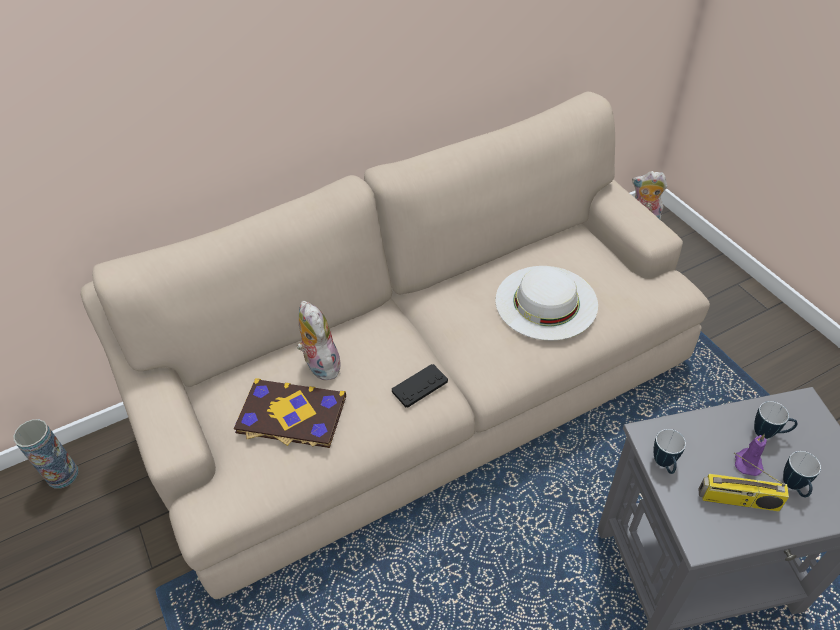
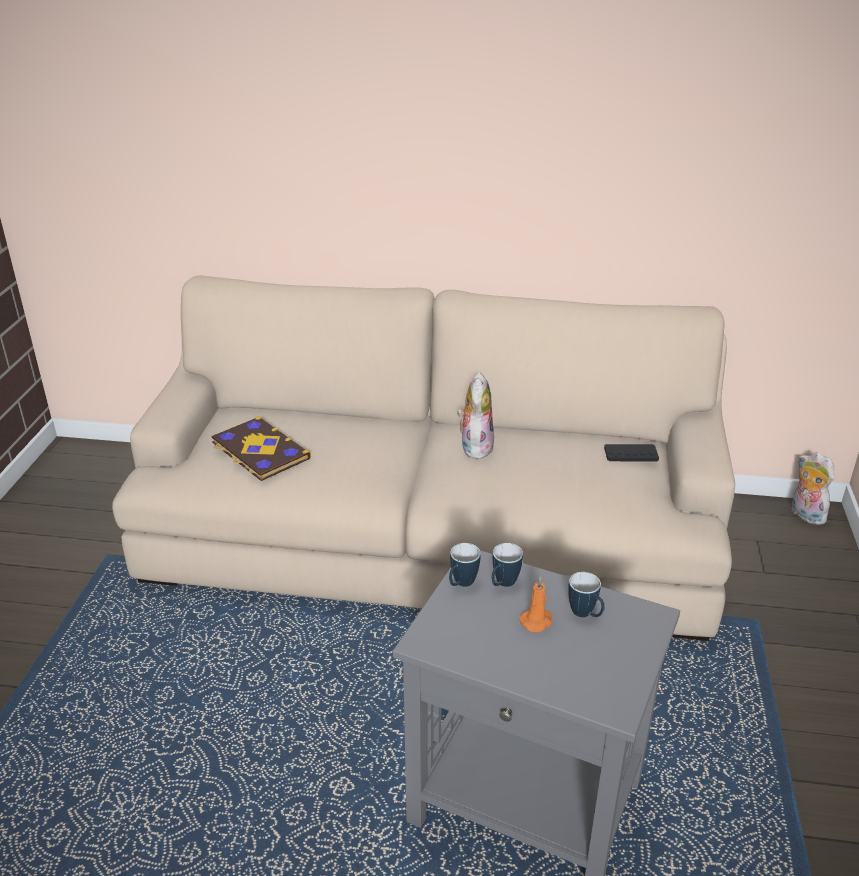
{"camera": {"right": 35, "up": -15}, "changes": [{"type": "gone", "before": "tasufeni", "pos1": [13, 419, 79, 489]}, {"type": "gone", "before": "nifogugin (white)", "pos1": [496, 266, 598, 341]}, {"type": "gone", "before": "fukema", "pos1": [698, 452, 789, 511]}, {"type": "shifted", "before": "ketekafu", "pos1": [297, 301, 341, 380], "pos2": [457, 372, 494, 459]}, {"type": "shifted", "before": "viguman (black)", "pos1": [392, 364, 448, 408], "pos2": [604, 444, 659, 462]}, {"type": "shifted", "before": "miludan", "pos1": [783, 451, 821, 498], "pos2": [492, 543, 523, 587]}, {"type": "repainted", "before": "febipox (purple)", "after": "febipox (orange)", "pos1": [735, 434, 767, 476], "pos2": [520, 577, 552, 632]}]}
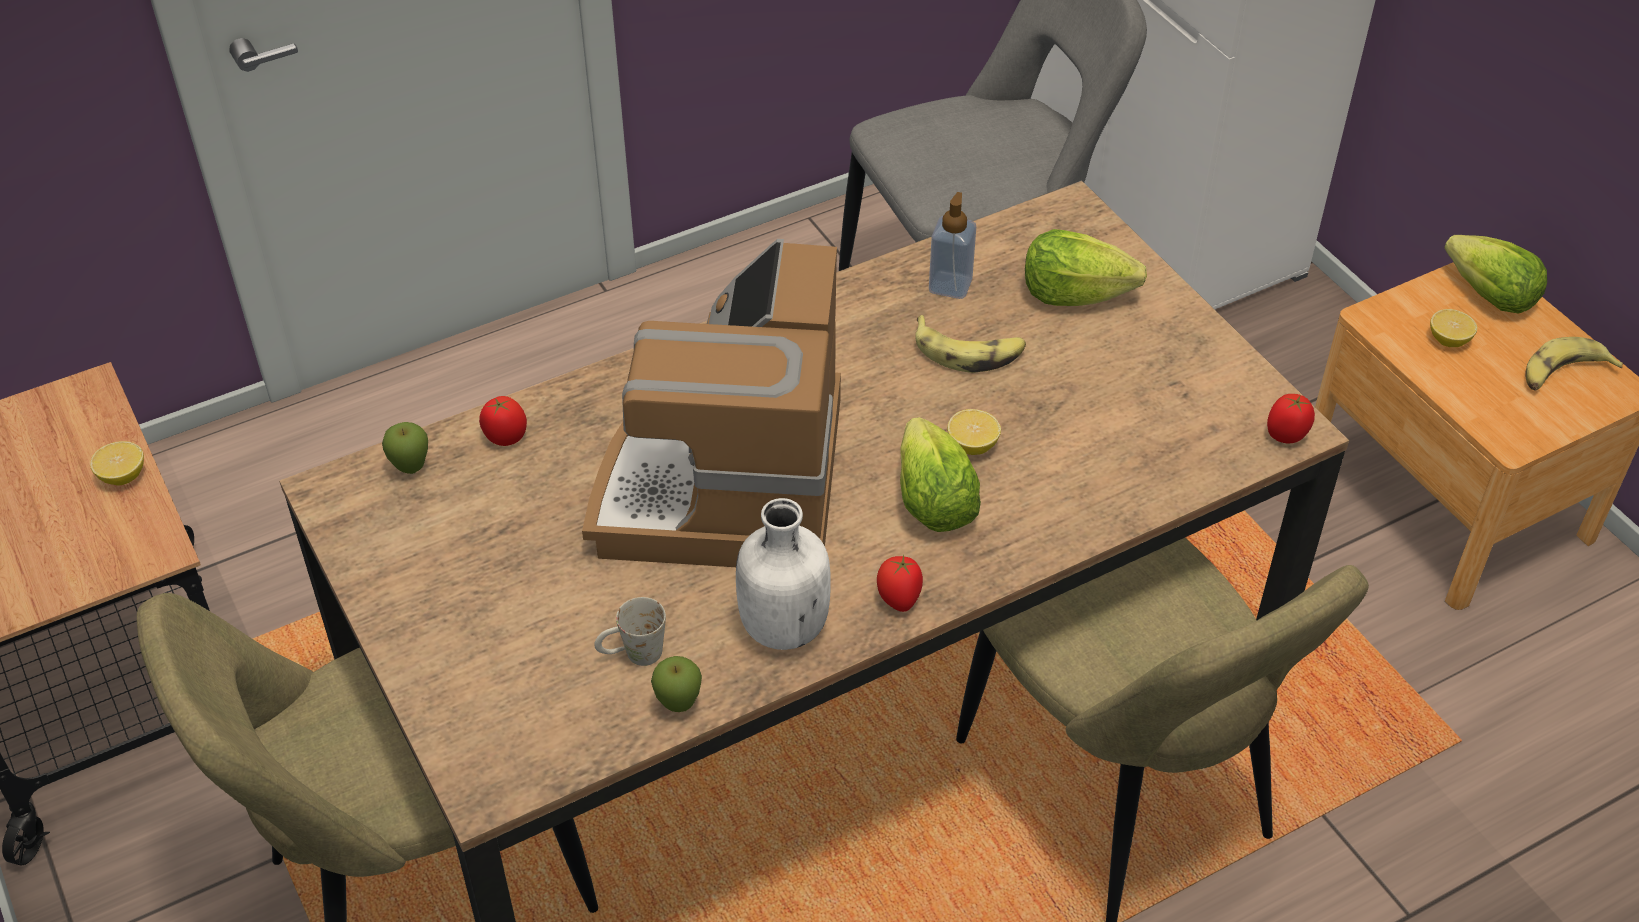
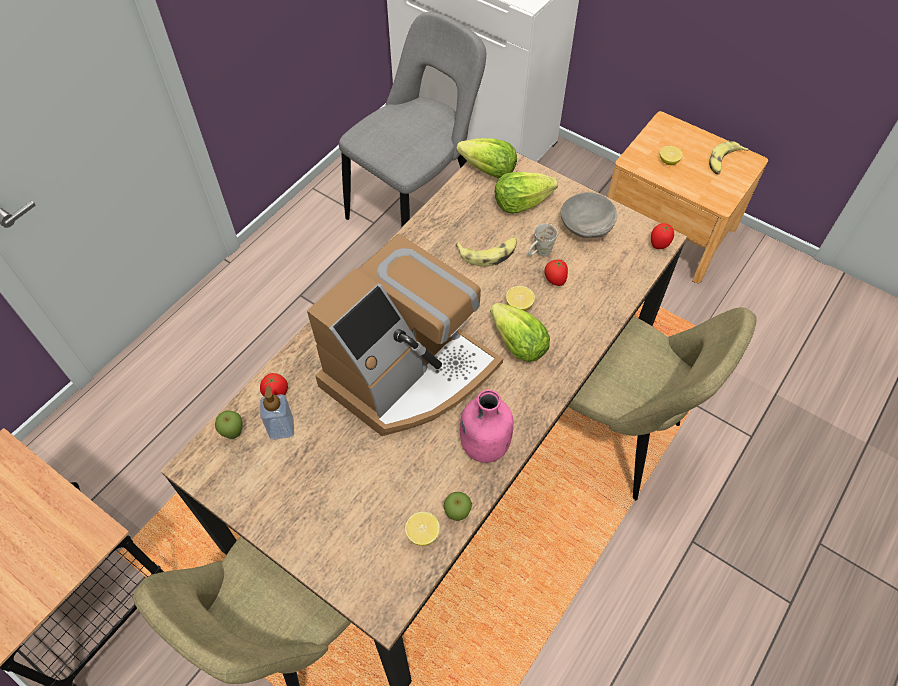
{"camera": {"right": -25, "up": 10}, "changes": [{"type": "new", "after": "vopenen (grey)", "pos2": [560, 192, 617, 238]}, {"type": "shifted", "before": "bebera", "pos1": [90, 441, 144, 486], "pos2": [405, 512, 440, 546]}, {"type": "shifted", "before": "miludan (white)", "pos1": [594, 597, 666, 666], "pos2": [528, 223, 558, 256]}, {"type": "shifted", "before": "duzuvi", "pos1": [877, 555, 923, 612], "pos2": [545, 259, 568, 286]}, {"type": "shifted", "before": "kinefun", "pos1": [929, 192, 976, 299], "pos2": [260, 385, 294, 440]}, {"type": "shifted", "before": "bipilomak", "pos1": [1444, 235, 1547, 314], "pos2": [456, 138, 517, 178]}, {"type": "repainted", "before": "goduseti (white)", "after": "goduseti (pink)", "pos1": [736, 498, 831, 650], "pos2": [460, 389, 514, 463]}, {"type": "rotated", "before": "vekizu", "pos1": [582, 239, 841, 567], "pos2": [307, 234, 503, 436], "turn": -120}]}
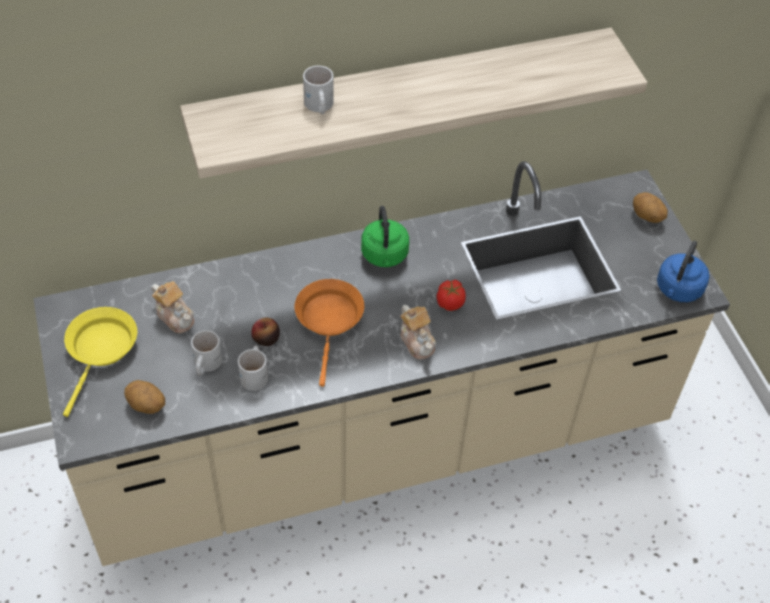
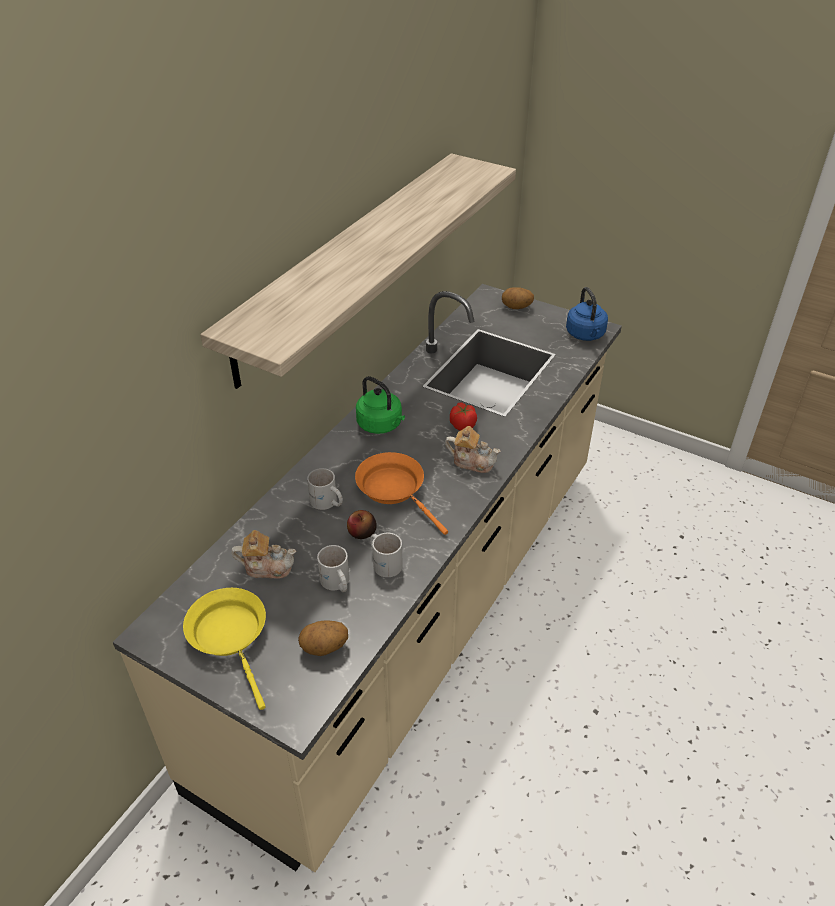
{"camera": {"right": -40, "up": -10}, "changes": [{"type": "shifted", "before": "miludan (white)", "pos1": [303, 65, 334, 114], "pos2": [307, 468, 343, 510]}]}
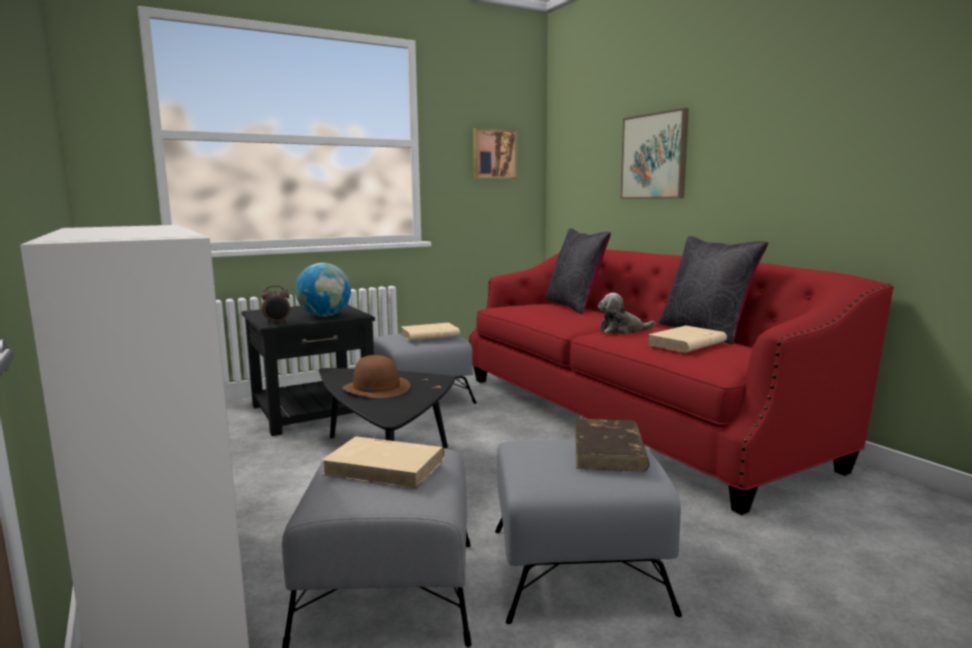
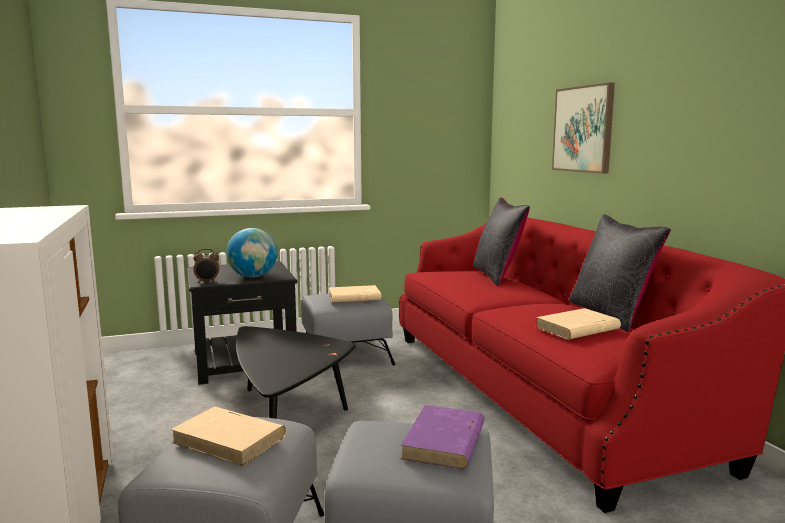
{"camera": {"right": 10, "up": 0}, "changes": [{"type": "gone", "before": "nifogugin (brown)", "pos1": [342, 355, 410, 398]}, {"type": "gone", "before": "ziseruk", "pos1": [473, 128, 517, 179]}, {"type": "gone", "before": "ketekafu", "pos1": [598, 293, 656, 334]}, {"type": "repainted", "before": "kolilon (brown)", "after": "kolilon (purple)", "pos1": [575, 419, 650, 472], "pos2": [400, 405, 485, 469]}]}
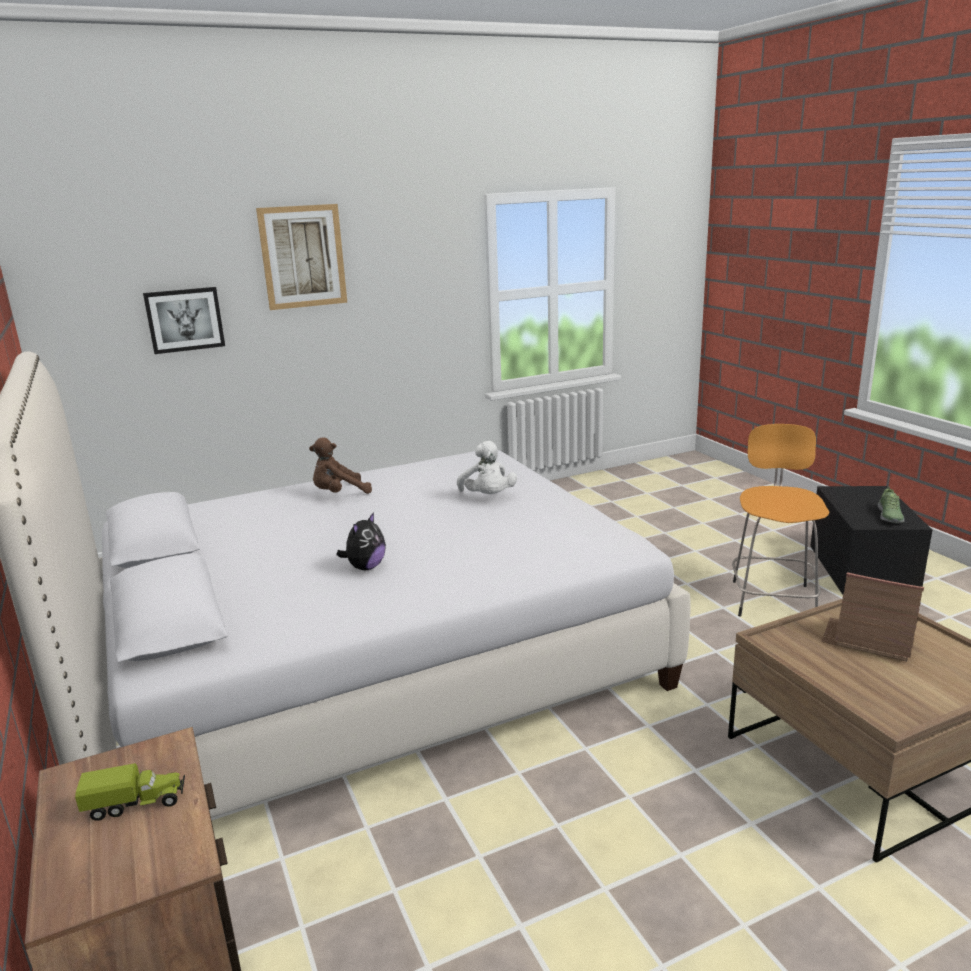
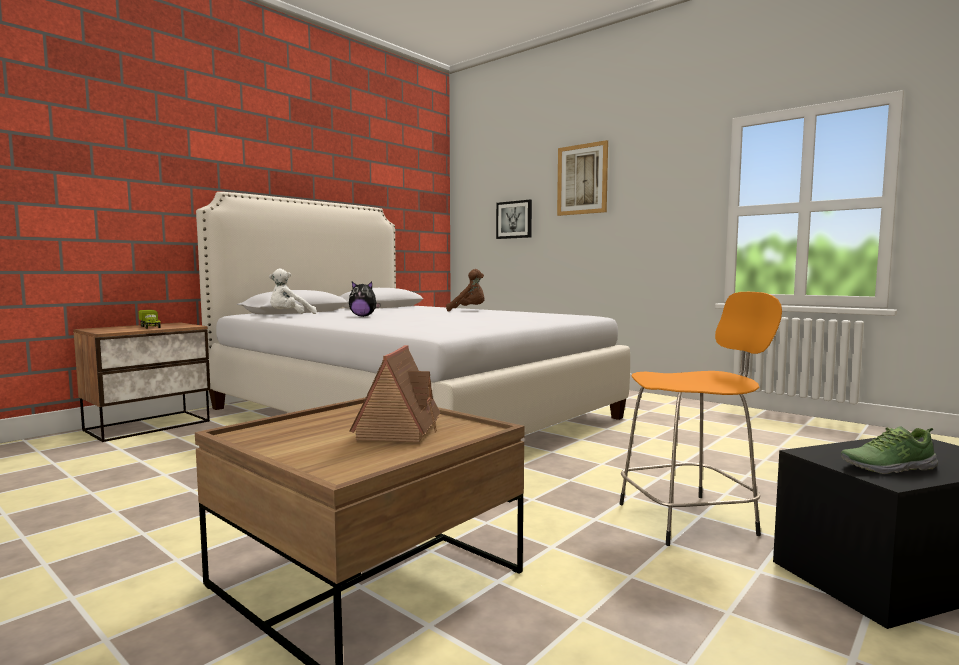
{"camera": {"right": 65, "up": -15}, "changes": [{"type": "shifted", "before": "ketekafu (white)", "pos1": [457, 441, 517, 494], "pos2": [269, 268, 317, 314]}, {"type": "rotated", "before": "ketekafu (brown)", "pos1": [309, 437, 372, 494], "pos2": [446, 269, 485, 311], "turn": 150}]}
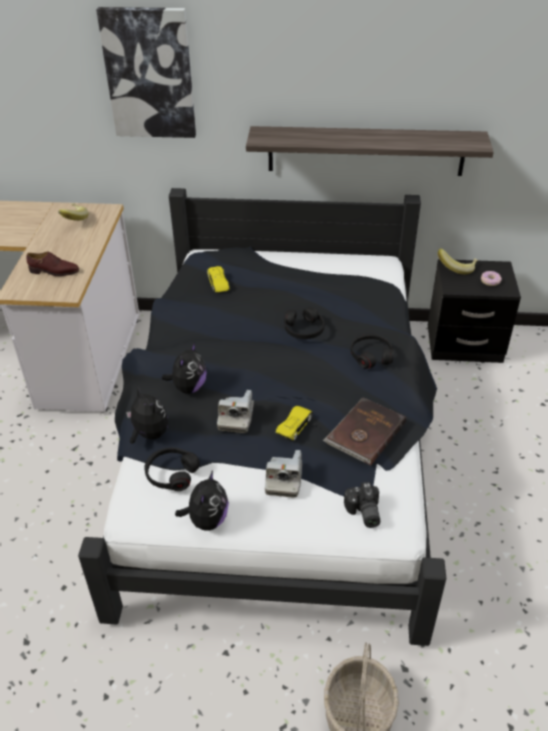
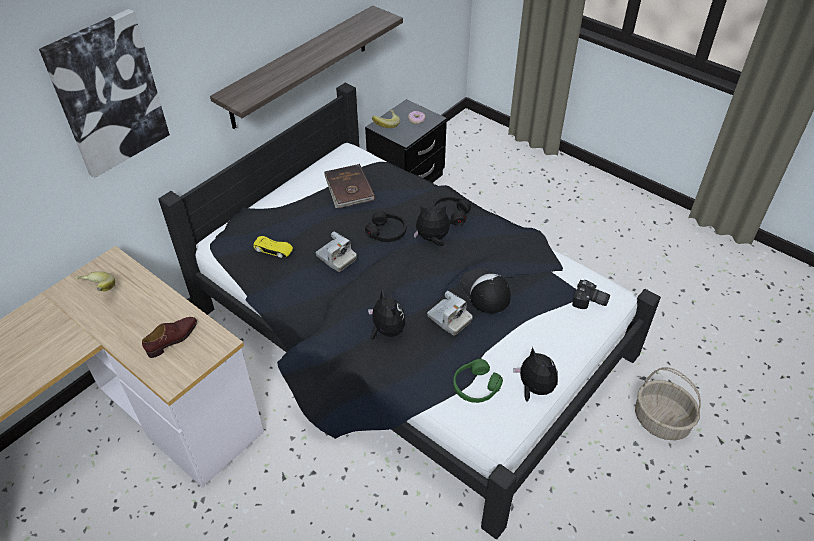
{"camera": {"right": -55, "up": 5}, "changes": [{"type": "shifted", "before": "ketekafu", "pos1": [126, 387, 168, 444], "pos2": [414, 205, 450, 246]}, {"type": "shifted", "before": "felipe", "pos1": [265, 450, 302, 498], "pos2": [316, 232, 357, 272]}, {"type": "shifted", "before": "kolilon (brown)", "pos1": [323, 397, 406, 466], "pos2": [324, 164, 375, 208]}, {"type": "swapped", "before": "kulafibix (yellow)", "after": "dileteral", "pos1": [275, 406, 313, 440], "pos2": [460, 268, 511, 313]}, {"type": "repainted", "before": "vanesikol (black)", "after": "vanesikol (green)", "pos1": [144, 447, 200, 491], "pos2": [453, 359, 503, 403]}]}
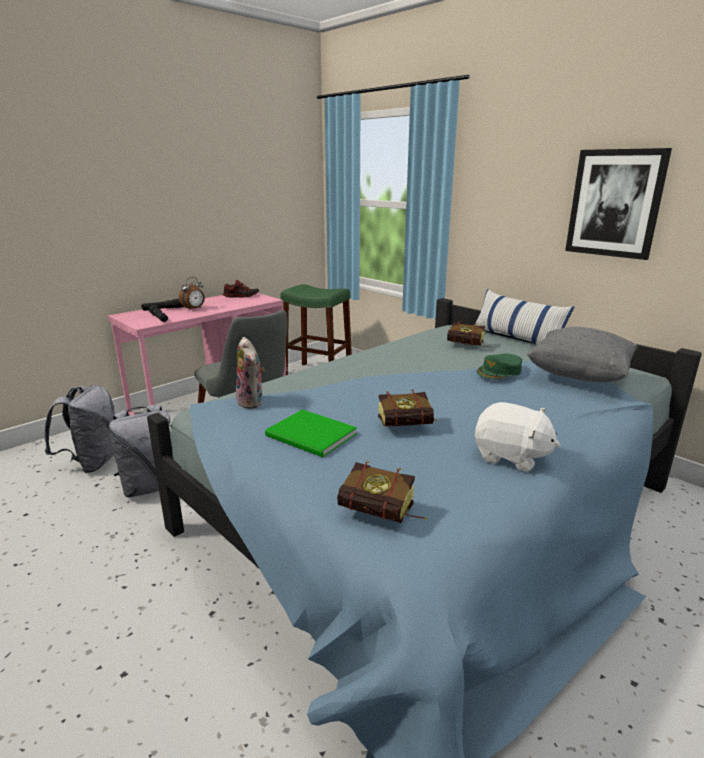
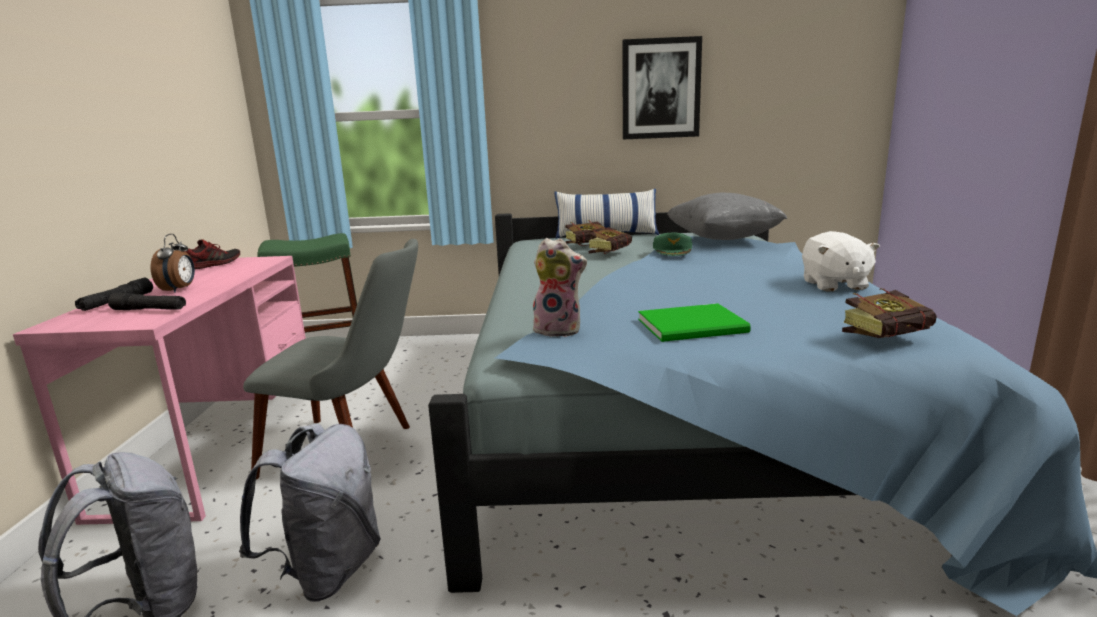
{"camera": {"right": -45, "up": -5}, "changes": [{"type": "shifted", "before": "kolilon", "pos1": [378, 389, 438, 426], "pos2": [588, 227, 632, 254]}, {"type": "rotated", "before": "ketekafu (white)", "pos1": [475, 402, 560, 472], "pos2": [802, 231, 880, 292], "turn": 105}]}
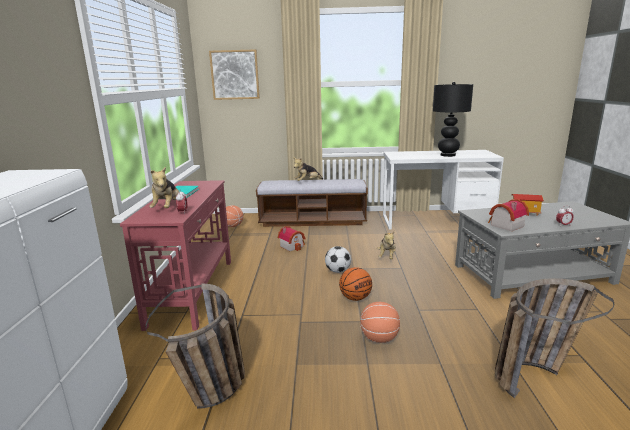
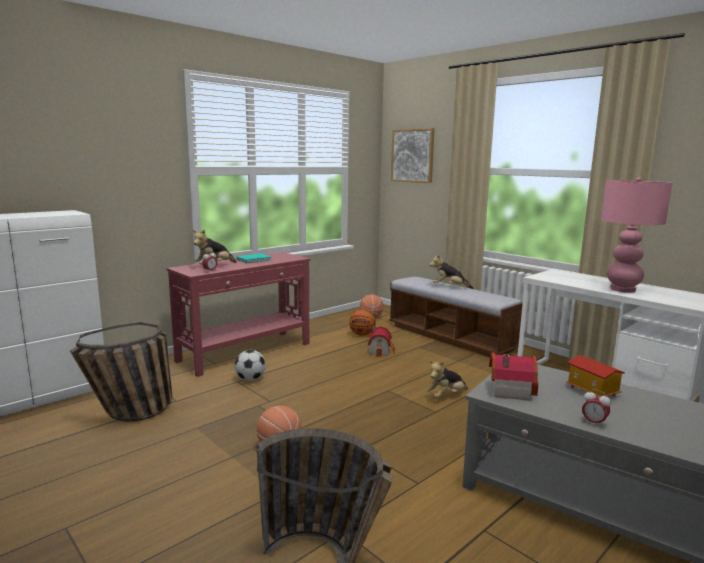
{"camera": {"right": 45, "up": -5}, "changes": [{"type": "shifted", "before": "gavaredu", "pos1": [325, 246, 351, 273], "pos2": [235, 350, 266, 381]}, {"type": "shifted", "before": "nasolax", "pos1": [339, 267, 372, 301], "pos2": [349, 309, 376, 336]}, {"type": "repainted", "before": "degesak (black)", "after": "degesak (pink)", "pos1": [433, 82, 473, 157], "pos2": [601, 177, 672, 293]}]}
